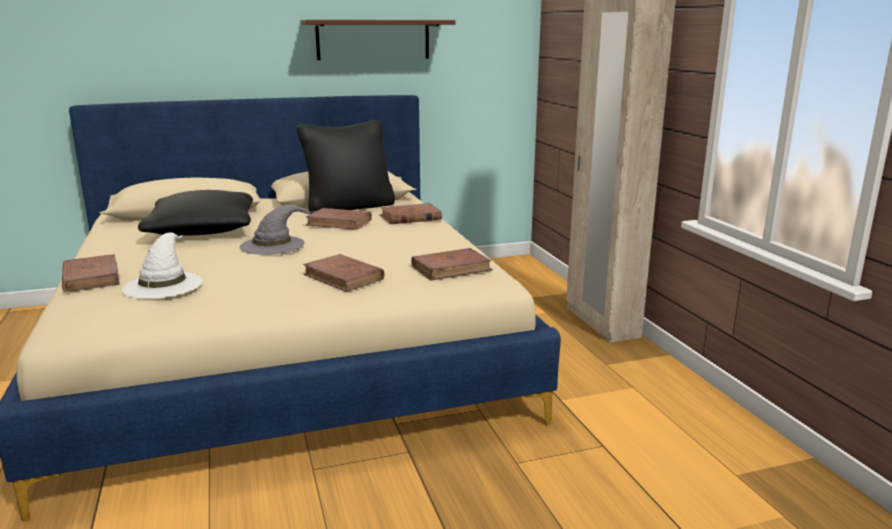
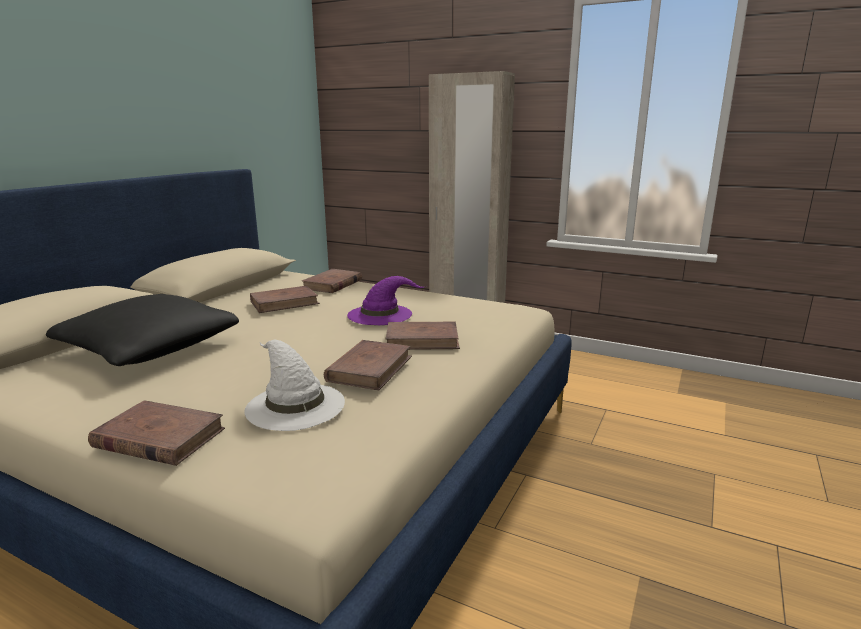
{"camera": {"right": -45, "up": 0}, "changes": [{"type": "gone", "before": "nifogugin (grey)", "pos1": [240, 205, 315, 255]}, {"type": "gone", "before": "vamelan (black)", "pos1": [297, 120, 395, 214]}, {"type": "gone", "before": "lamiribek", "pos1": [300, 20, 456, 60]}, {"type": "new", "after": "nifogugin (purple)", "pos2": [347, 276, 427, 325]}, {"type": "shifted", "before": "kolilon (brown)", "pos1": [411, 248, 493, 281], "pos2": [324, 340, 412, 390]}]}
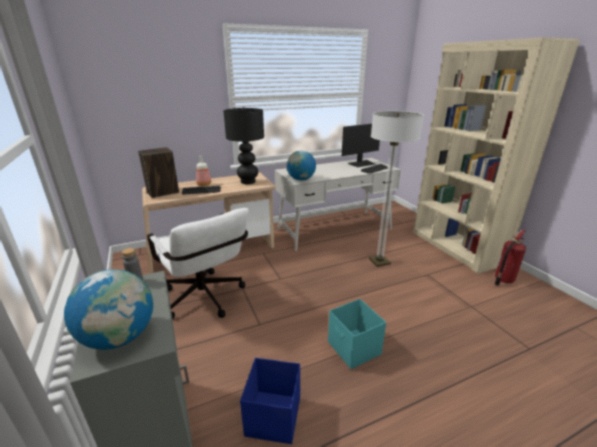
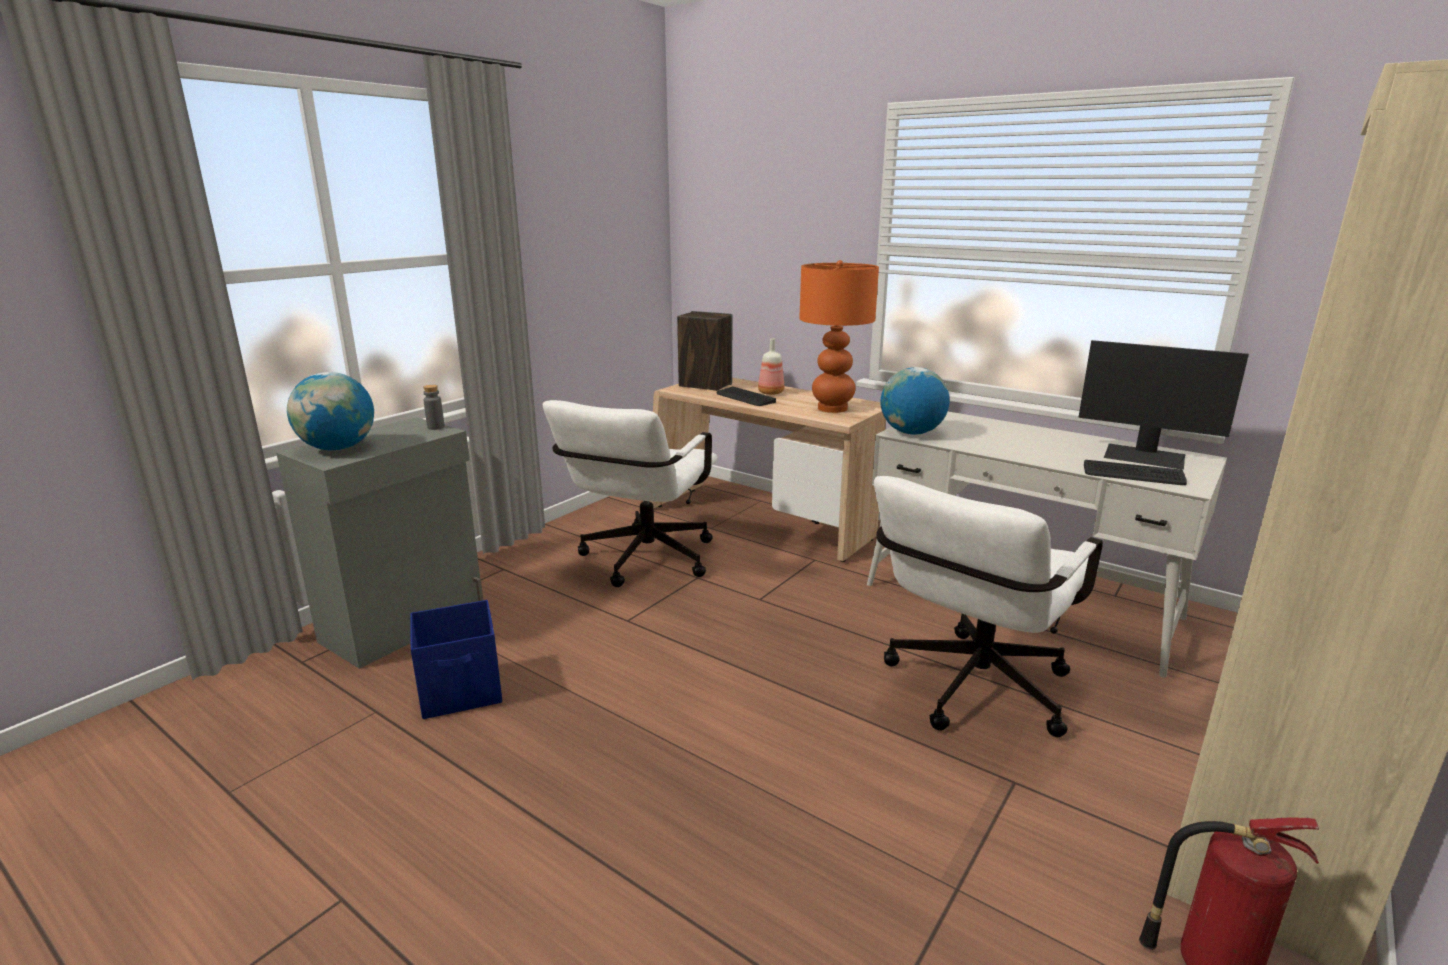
{"camera": {"right": 60, "up": -5}, "changes": [{"type": "gone", "before": "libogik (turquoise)", "pos1": [328, 299, 386, 369]}, {"type": "swapped", "before": "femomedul", "after": "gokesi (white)", "pos1": [369, 111, 424, 267], "pos2": [874, 476, 1103, 737]}, {"type": "repainted", "before": "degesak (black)", "after": "degesak (orange)", "pos1": [223, 107, 264, 184], "pos2": [799, 260, 879, 413]}]}
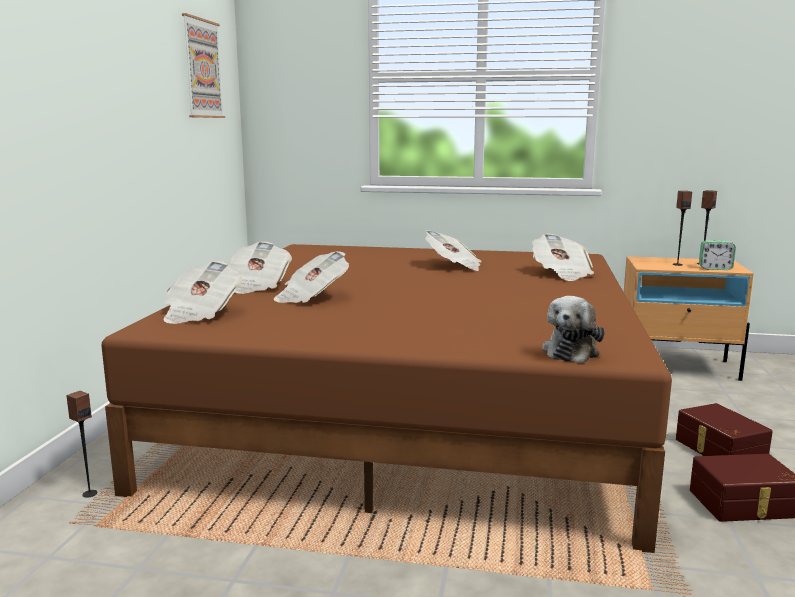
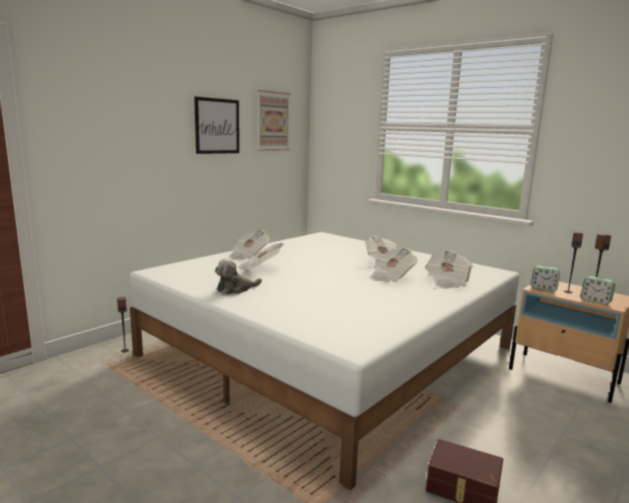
{"camera": {"right": 30, "up": 0}, "changes": [{"type": "gone", "before": "libogik (brown)", "pos1": [676, 403, 773, 456]}, {"type": "new", "after": "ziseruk", "pos2": [194, 97, 239, 154]}, {"type": "new", "after": "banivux", "pos2": [531, 266, 560, 291]}, {"type": "shifted", "before": "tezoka", "pos1": [164, 261, 242, 324], "pos2": [370, 248, 417, 282]}, {"type": "shifted", "before": "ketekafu", "pos1": [542, 296, 605, 363], "pos2": [215, 258, 262, 295]}, {"type": "repainted", "before": "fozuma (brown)", "after": "fozuma (white)", "pos1": [101, 244, 672, 553], "pos2": [129, 232, 519, 491]}]}
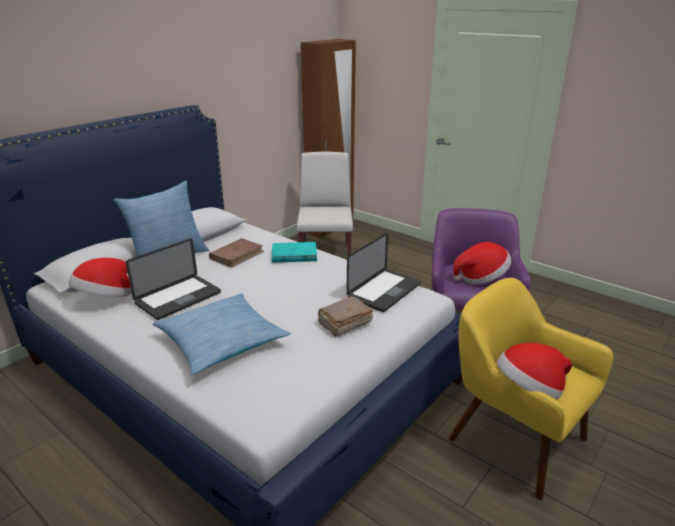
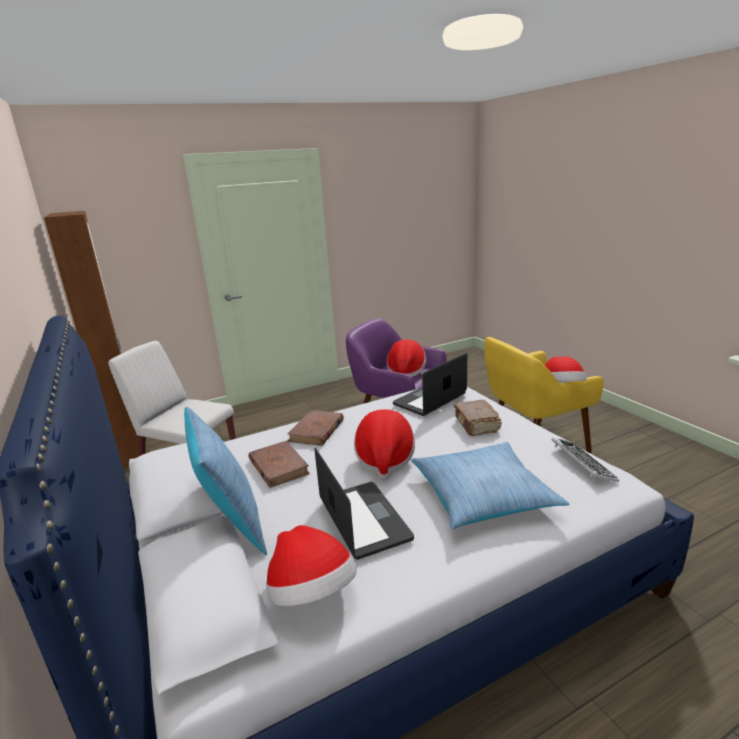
{"camera": {"right": -65, "up": -5}, "changes": [{"type": "new", "after": "nifogugin", "pos2": [354, 409, 415, 480]}, {"type": "new", "after": "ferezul", "pos2": [551, 438, 619, 482]}, {"type": "repainted", "before": "kolilon (turquoise)", "after": "kolilon (brown)", "pos1": [272, 242, 317, 263], "pos2": [287, 410, 344, 446]}, {"type": "rotated", "before": "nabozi", "pos1": [347, 233, 421, 312], "pos2": [393, 353, 467, 416], "turn": -105}]}
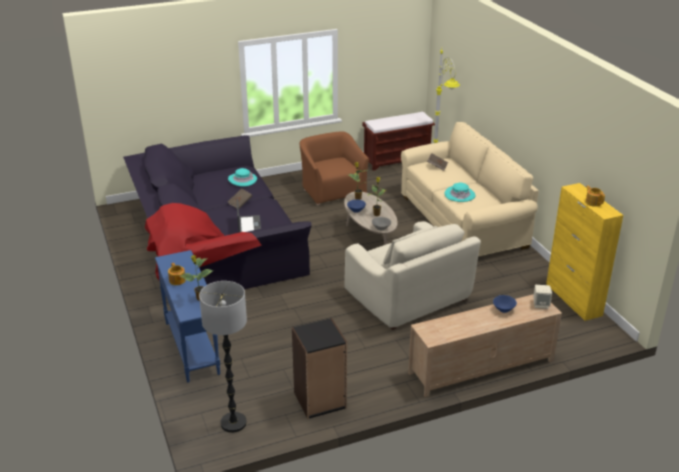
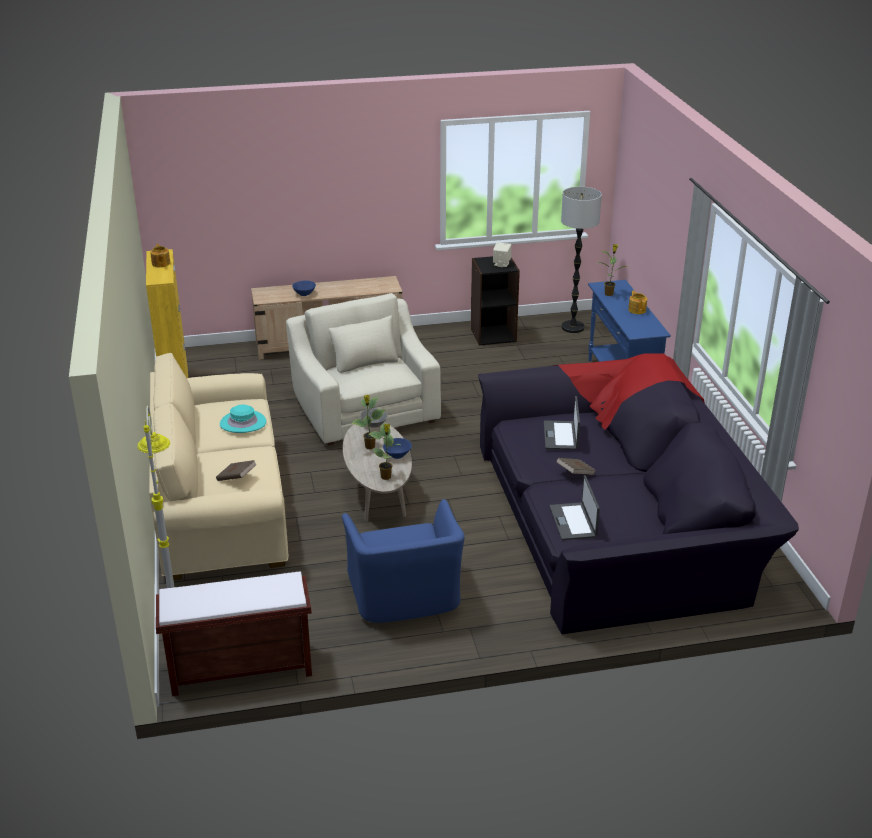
{"camera": {"right": -170, "up": 0}, "changes": [{"type": "shifted", "before": "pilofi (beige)", "pos1": [533, 285, 552, 309], "pos2": [493, 242, 512, 267]}, {"type": "swapped", "before": "nifogugin (turquoise)", "after": "nabozi", "pos1": [228, 168, 257, 187], "pos2": [550, 475, 600, 540]}, {"type": "repainted", "before": "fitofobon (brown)", "after": "fitofobon (blue)", "pos1": [300, 131, 369, 205], "pos2": [342, 499, 465, 623]}]}
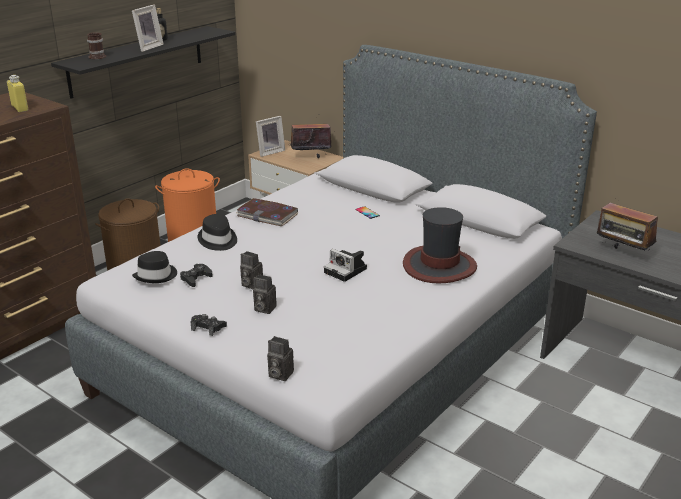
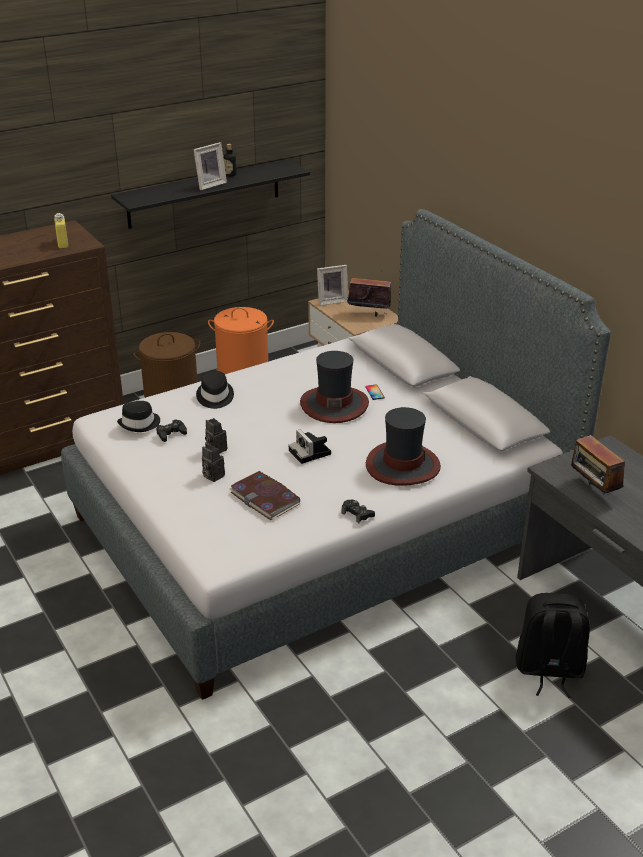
{"camera": {"right": 20, "up": 5}, "changes": [{"type": "gone", "before": "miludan", "pos1": [87, 32, 106, 59]}, {"type": "gone", "before": "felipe", "pos1": [267, 336, 294, 381]}, {"type": "new", "after": "nifogugin", "pos2": [300, 351, 369, 423]}, {"type": "new", "after": "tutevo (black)", "pos2": [515, 593, 590, 698]}, {"type": "shifted", "before": "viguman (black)", "pos1": [191, 314, 227, 336], "pos2": [342, 500, 375, 523]}, {"type": "shifted", "before": "kolilon", "pos1": [236, 198, 298, 226], "pos2": [229, 471, 300, 520]}]}
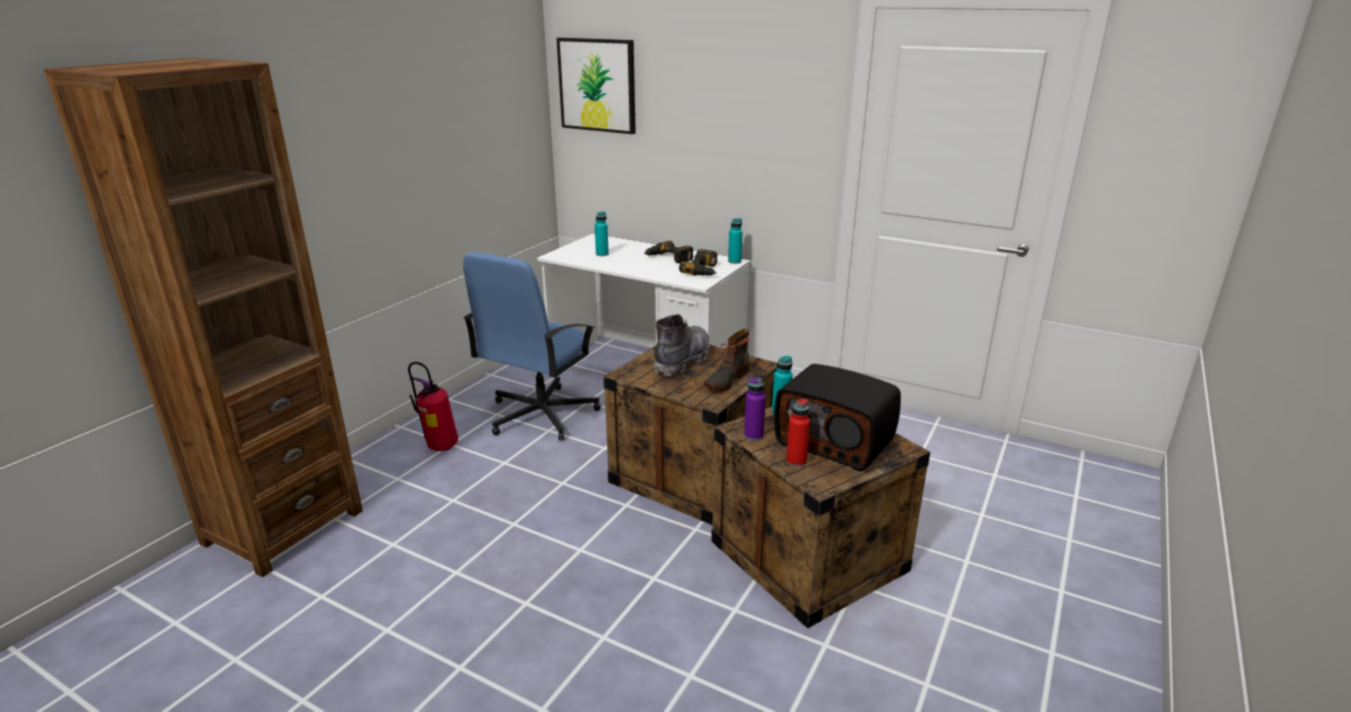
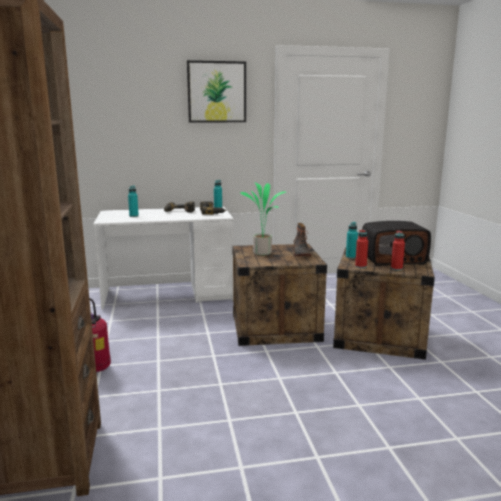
{"camera": {"right": -40, "up": -10}, "changes": [{"type": "gone", "before": "gokesi (blue)", "pos1": [463, 252, 601, 441]}, {"type": "shifted", "before": "ziseruk", "pos1": [557, 38, 636, 134], "pos2": [187, 60, 246, 122]}, {"type": "swapped", "before": "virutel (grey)", "after": "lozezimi", "pos1": [654, 314, 710, 376], "pos2": [240, 182, 286, 255]}, {"type": "repainted", "before": "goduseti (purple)", "after": "goduseti (red)", "pos1": [744, 377, 766, 441], "pos2": [355, 229, 368, 268]}]}
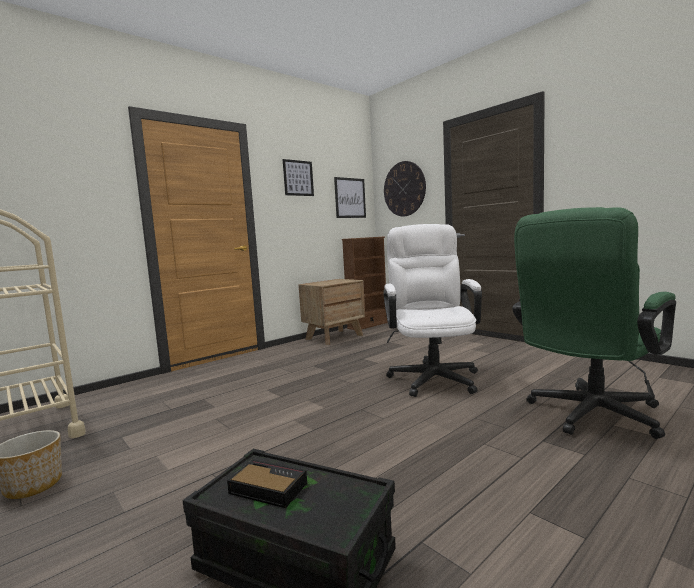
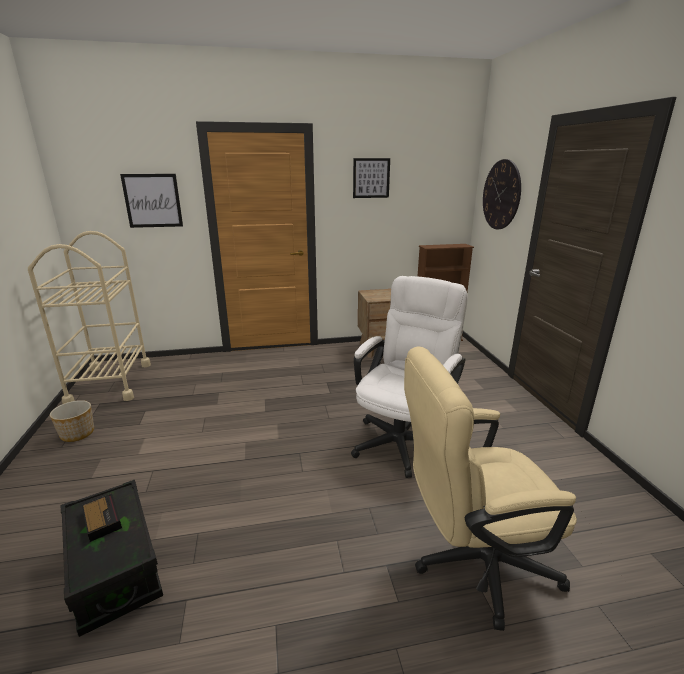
{"camera": {"right": 30, "up": 15}, "changes": [{"type": "shifted", "before": "ziseruk", "pos1": [334, 177, 366, 218], "pos2": [120, 174, 183, 228]}, {"type": "repainted", "before": "gokesi (green)", "after": "gokesi (beige)", "pos1": [512, 207, 676, 439], "pos2": [404, 347, 577, 631]}]}
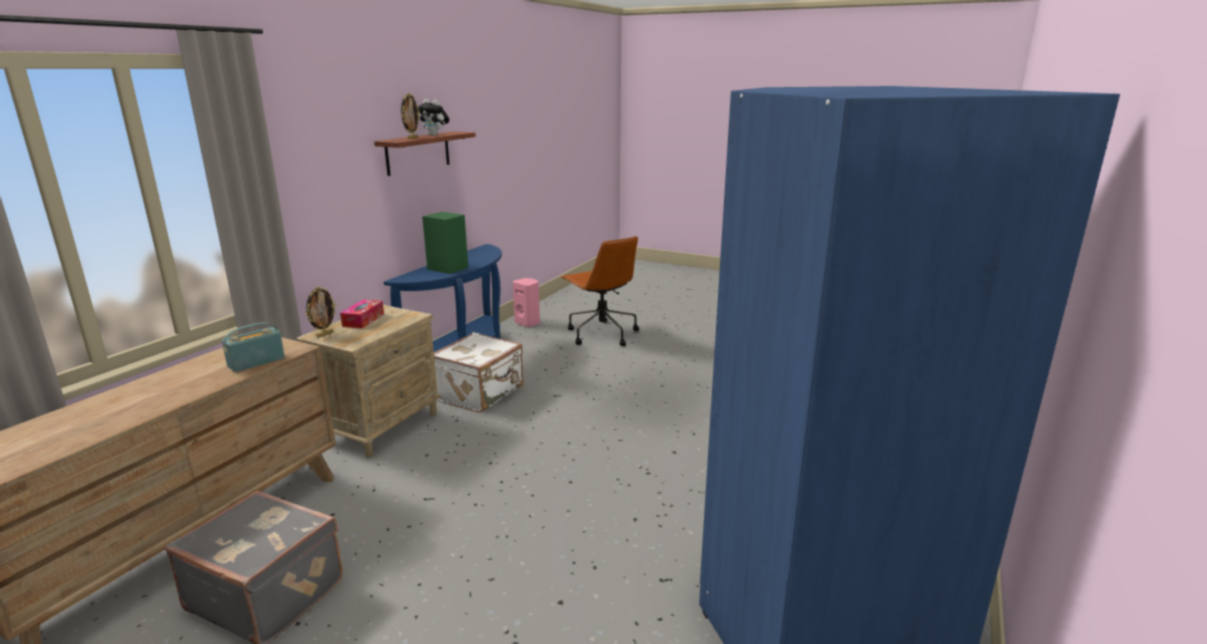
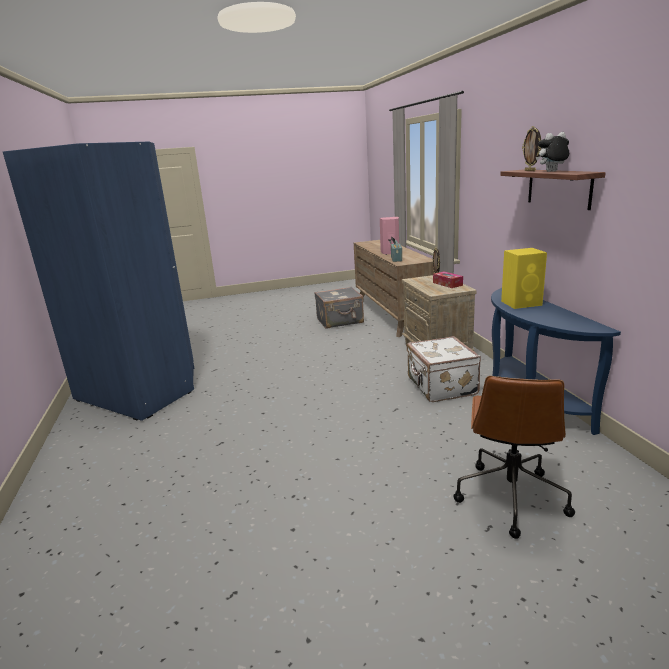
{"camera": {"right": 140, "up": 0}, "changes": [{"type": "shifted", "before": "pilofi (pink)", "pos1": [513, 278, 540, 327], "pos2": [380, 217, 399, 255]}, {"type": "repainted", "before": "pilofi (green)", "after": "pilofi (yellow)", "pos1": [422, 212, 468, 274], "pos2": [501, 248, 547, 309]}, {"type": "rotated", "before": "gokesi (brown)", "pos1": [561, 236, 639, 346], "pos2": [453, 376, 575, 539], "turn": -90}]}
